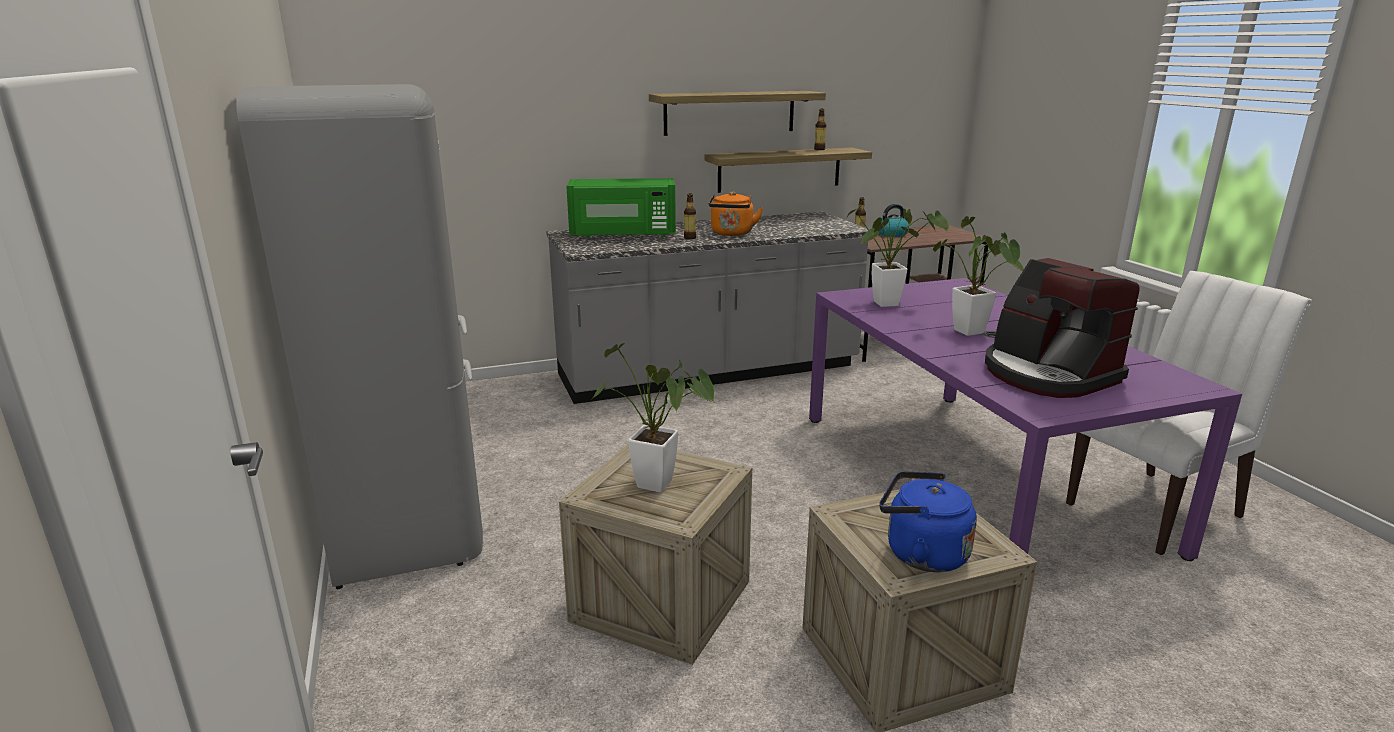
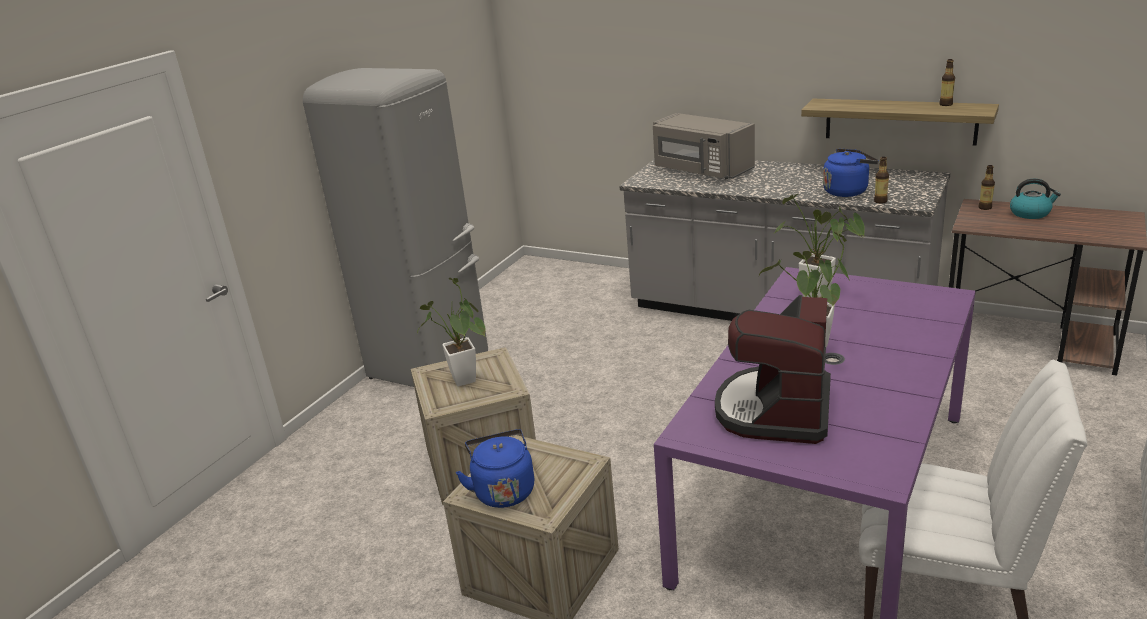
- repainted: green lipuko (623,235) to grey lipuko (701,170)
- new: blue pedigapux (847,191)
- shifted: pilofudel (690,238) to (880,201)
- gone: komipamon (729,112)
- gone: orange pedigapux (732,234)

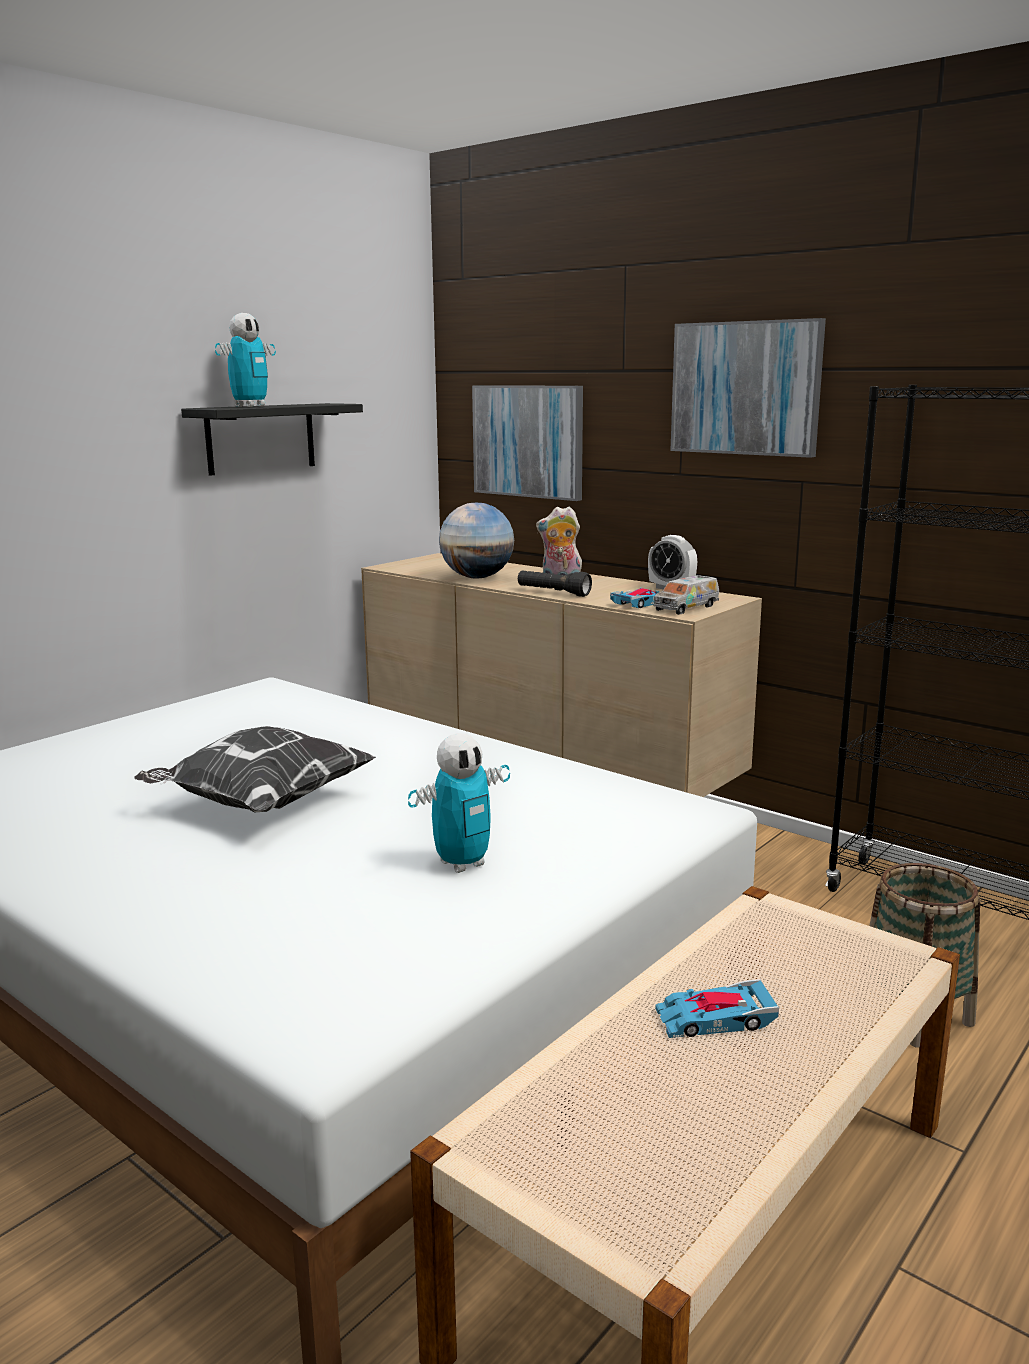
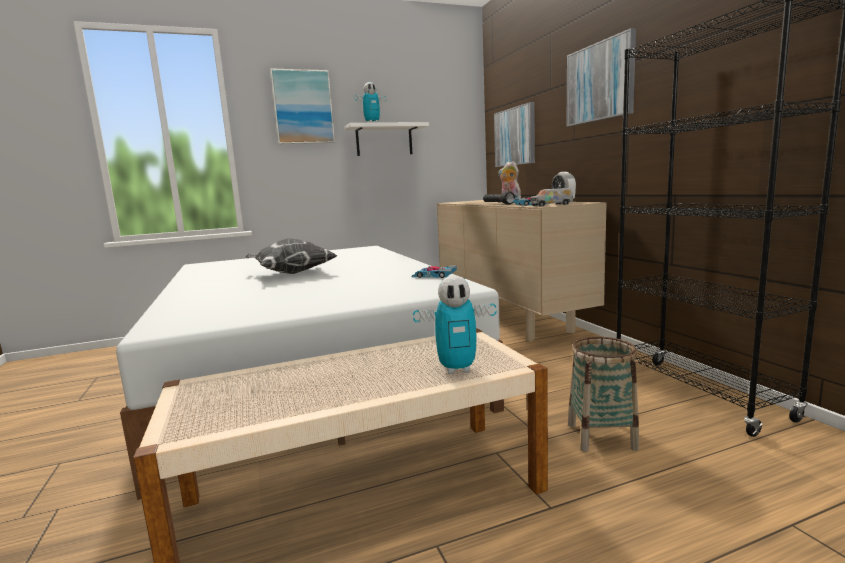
- new: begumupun (303,107)
- repainted: black komipamon (261,438) to white komipamon (384,140)
- shifted: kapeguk (715,1018) to (434,276)
- shifted: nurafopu (462,864) to (457,369)
- gone: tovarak (477,577)

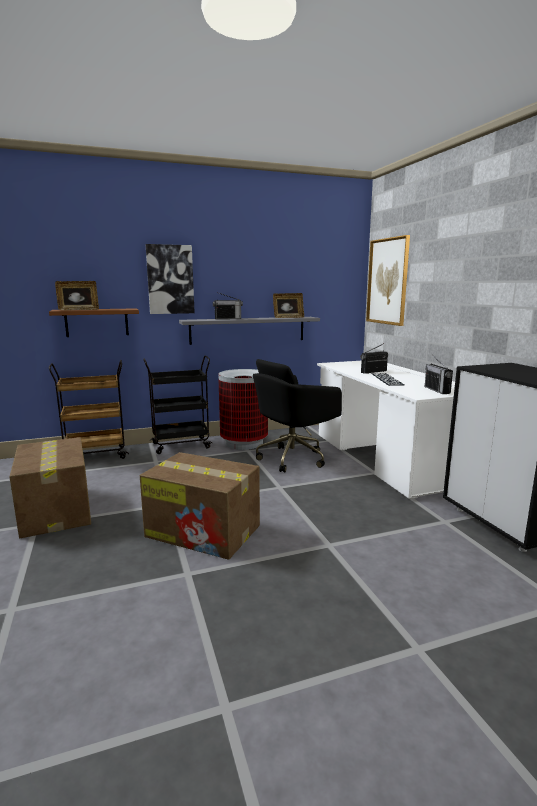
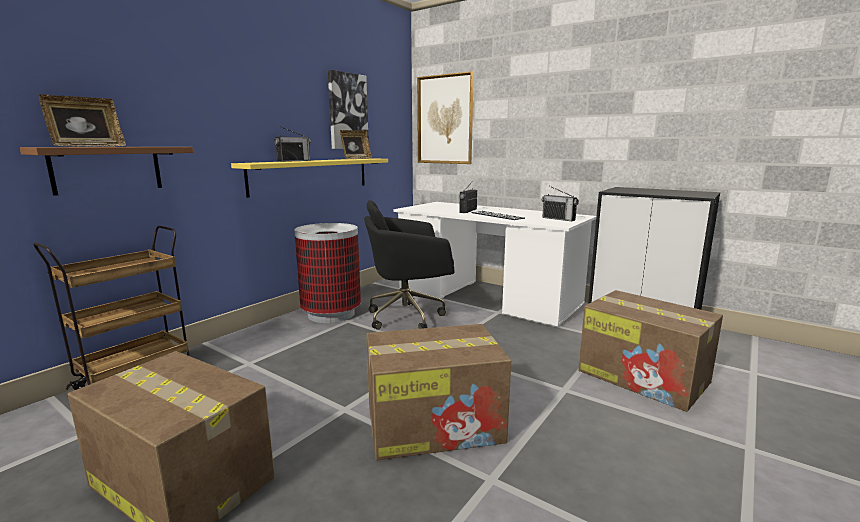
- repainted: grey komipamon (248,330) to yellow komipamon (311,175)
- shifted: begumupun (170,279) to (347,111)
- rotated: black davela (294,458) = (409,317) 60 degrees clockwise
- new: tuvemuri (644,377)
- gone: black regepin (181,445)

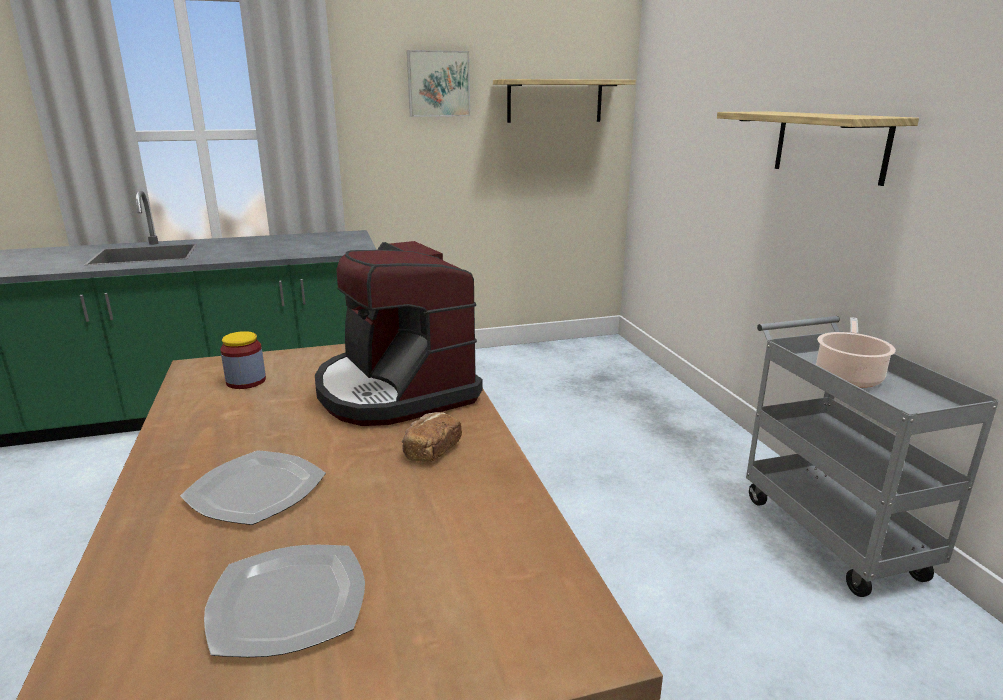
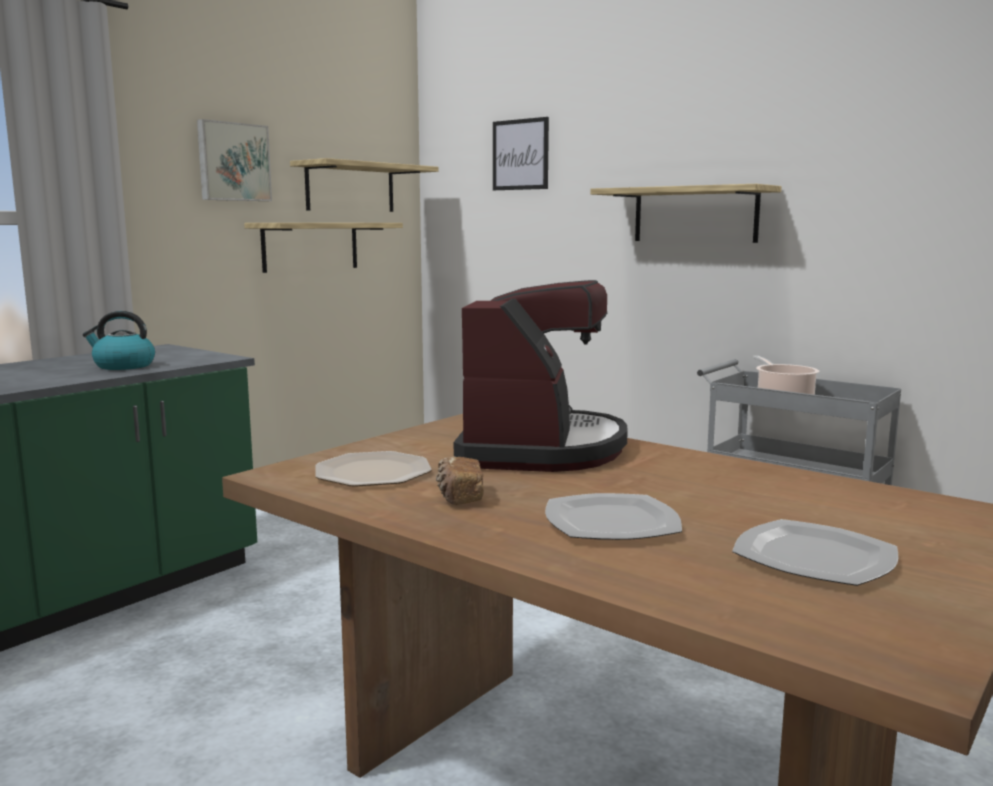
- new: pedigapux (123,366)
- new: komipamon (310,246)
- swapped: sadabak (246,381) to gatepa (372,472)
- shifted: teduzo (431,451) to (459,497)
- rotated: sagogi (395,390) = (540,448) 105 degrees counterclockwise
- new: begumupun (520,154)

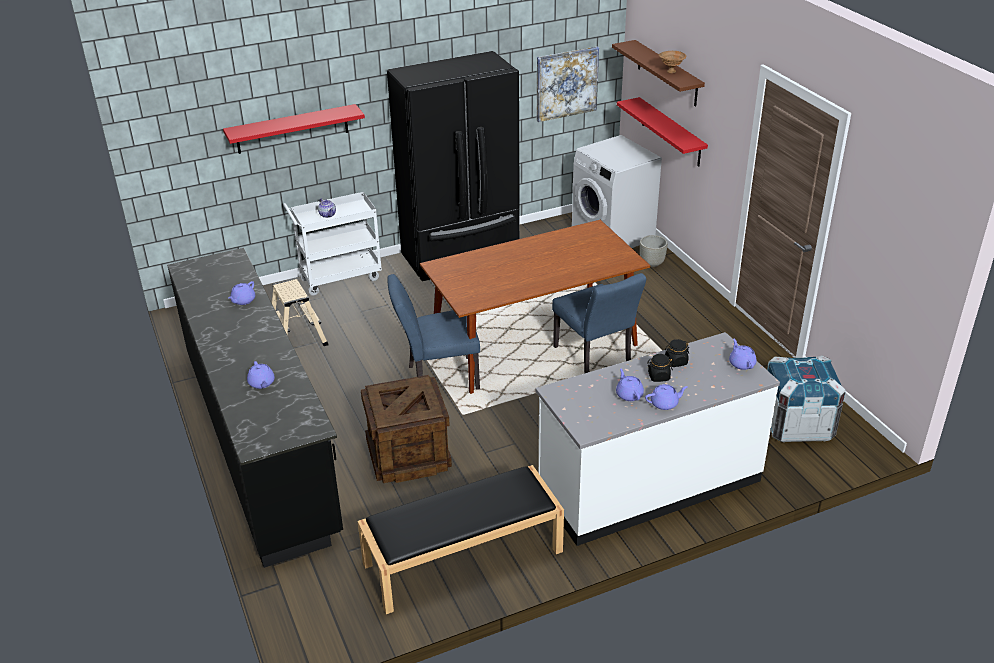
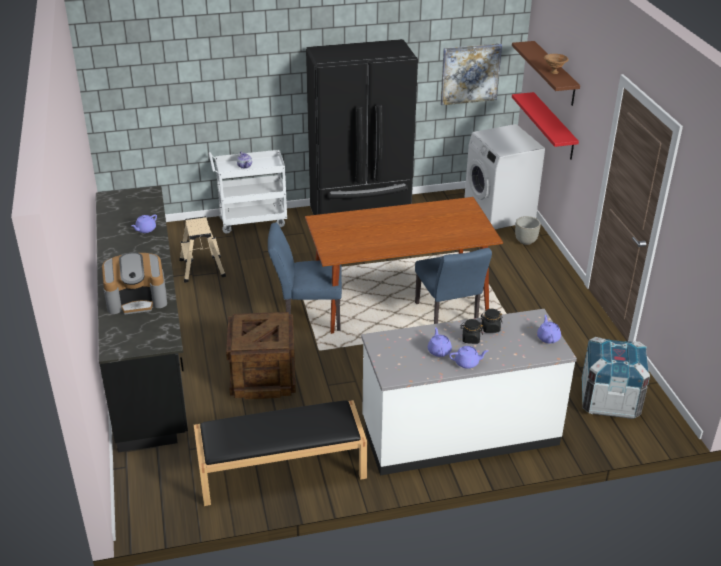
- swapped: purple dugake (261,383) to sagogi (137,299)
- gone: red komipamon (292,129)

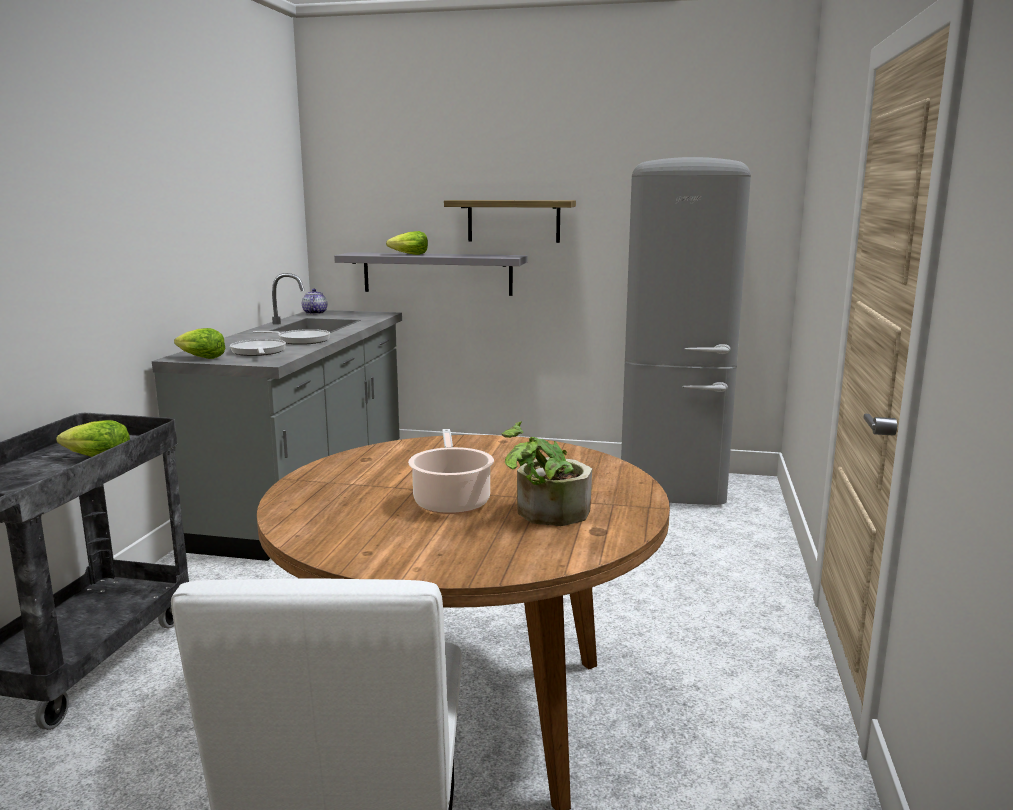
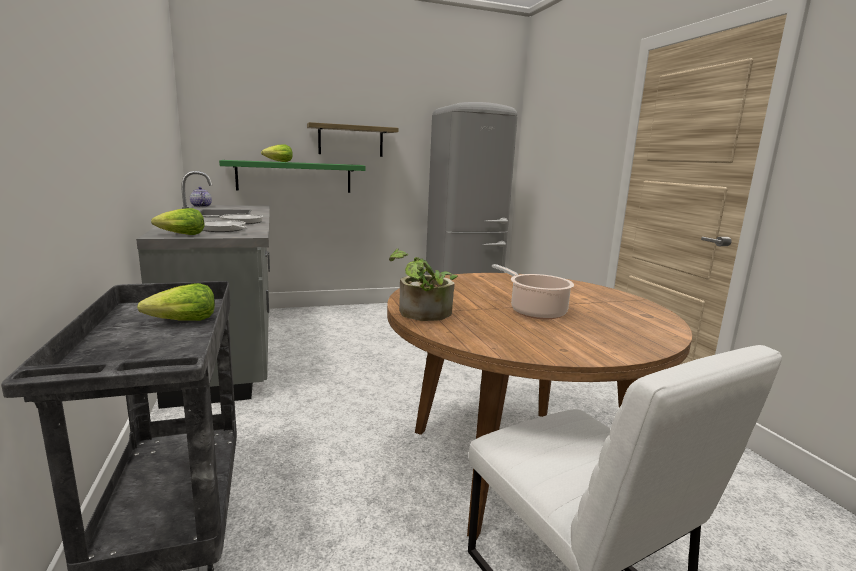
- repainted: grey komipamon (437,273) to green komipamon (294,177)
- shifted: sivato (545,514) to (421,314)

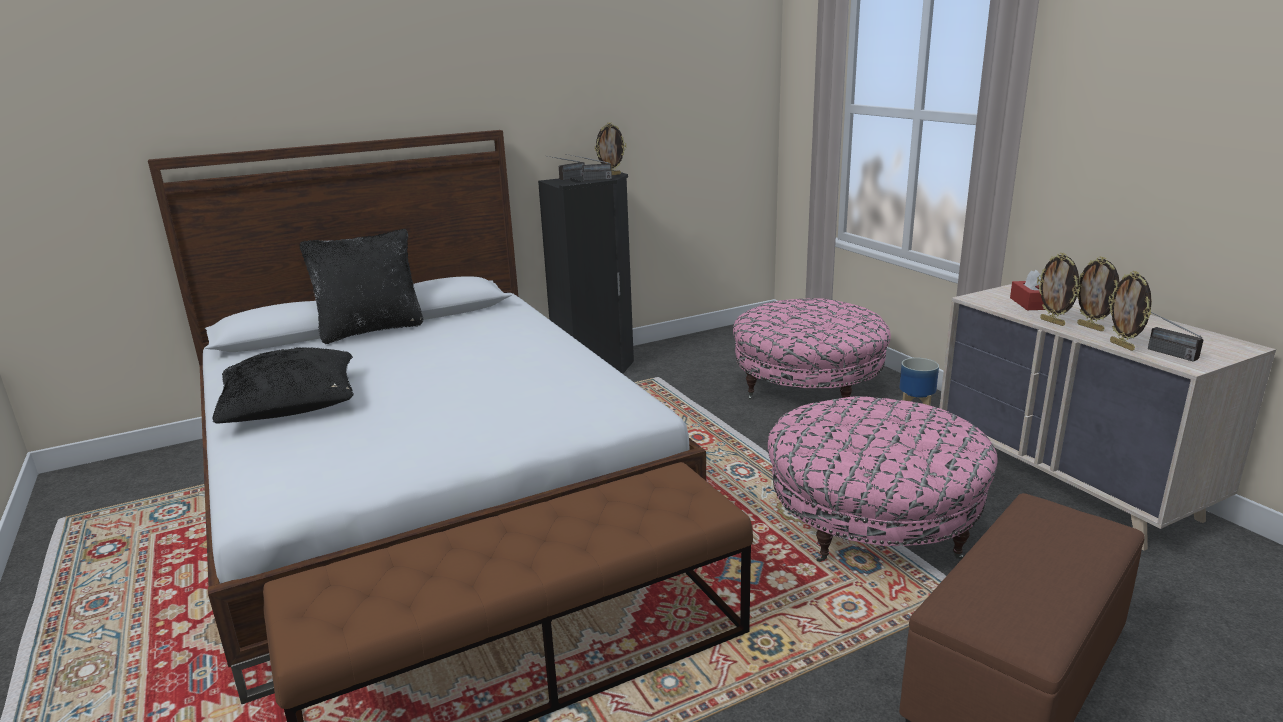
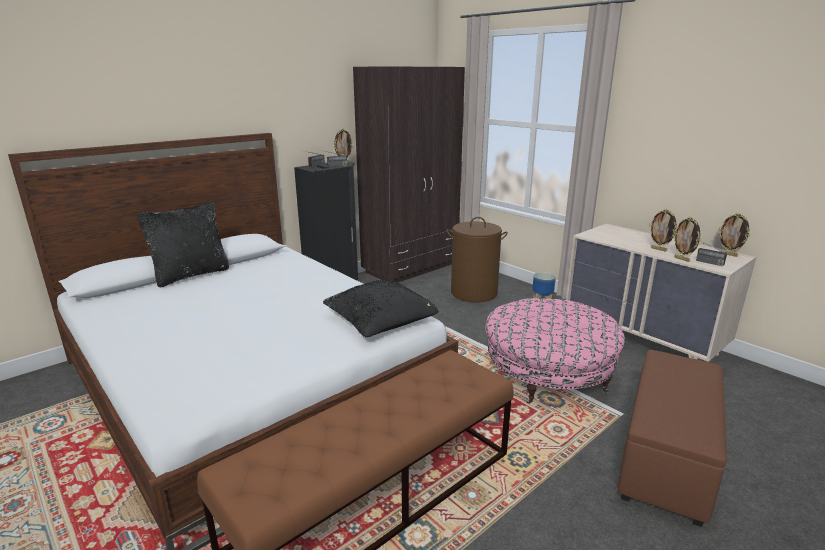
- shifted: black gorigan (291,402) to (381,319)
- new: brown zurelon (411,268)
- swapped: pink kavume (807,386) to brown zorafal (473,293)
- shifted: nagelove (1053,322) to (728,254)
- gone: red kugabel (1029,303)

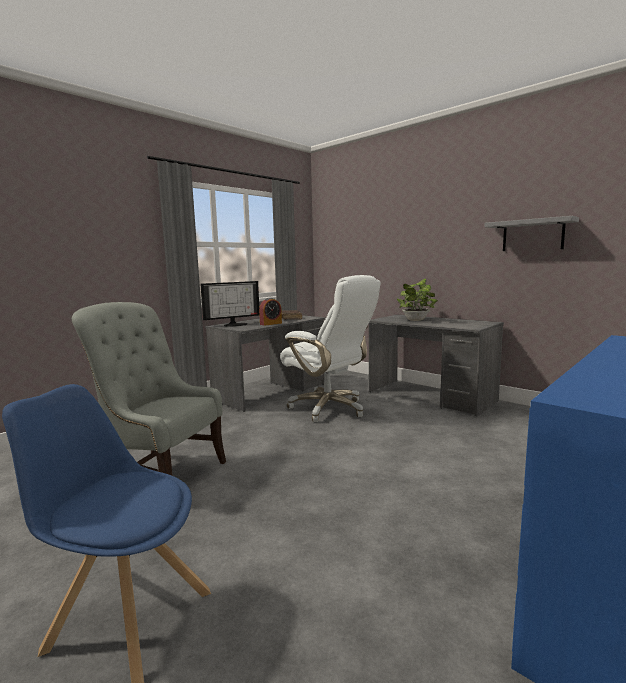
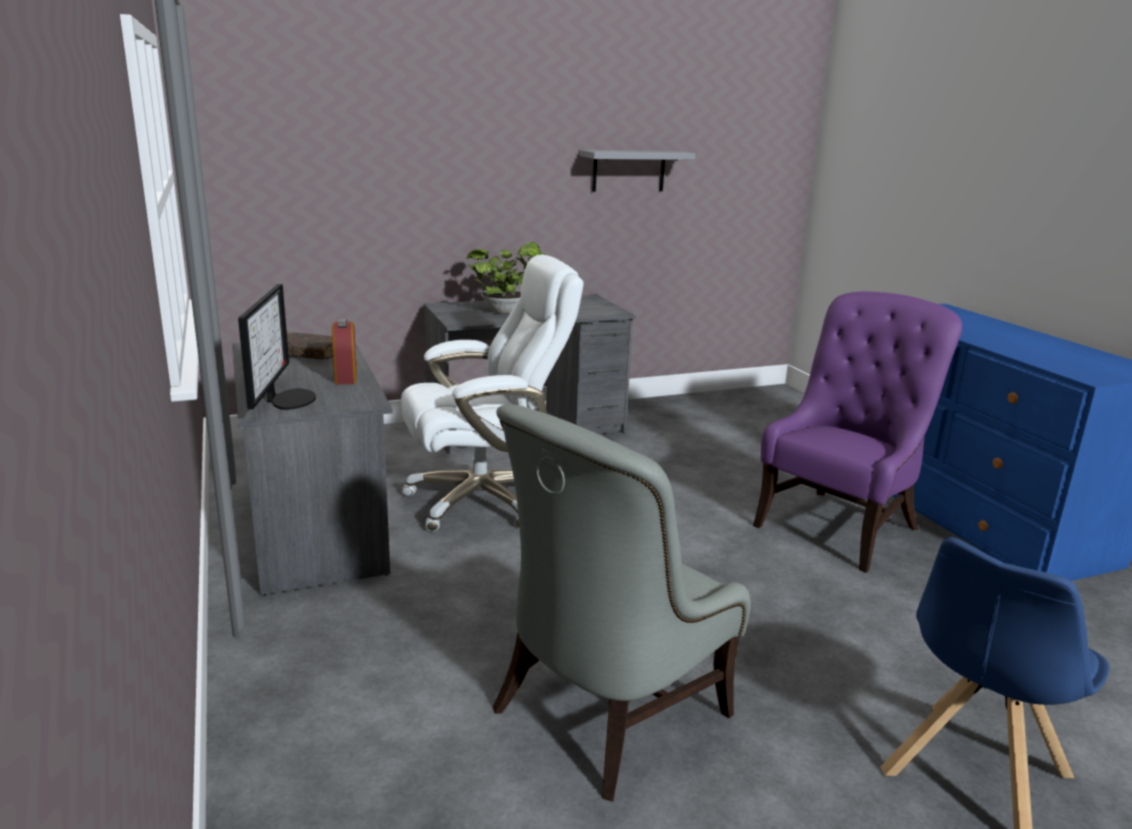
- new: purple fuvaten (839,527)

